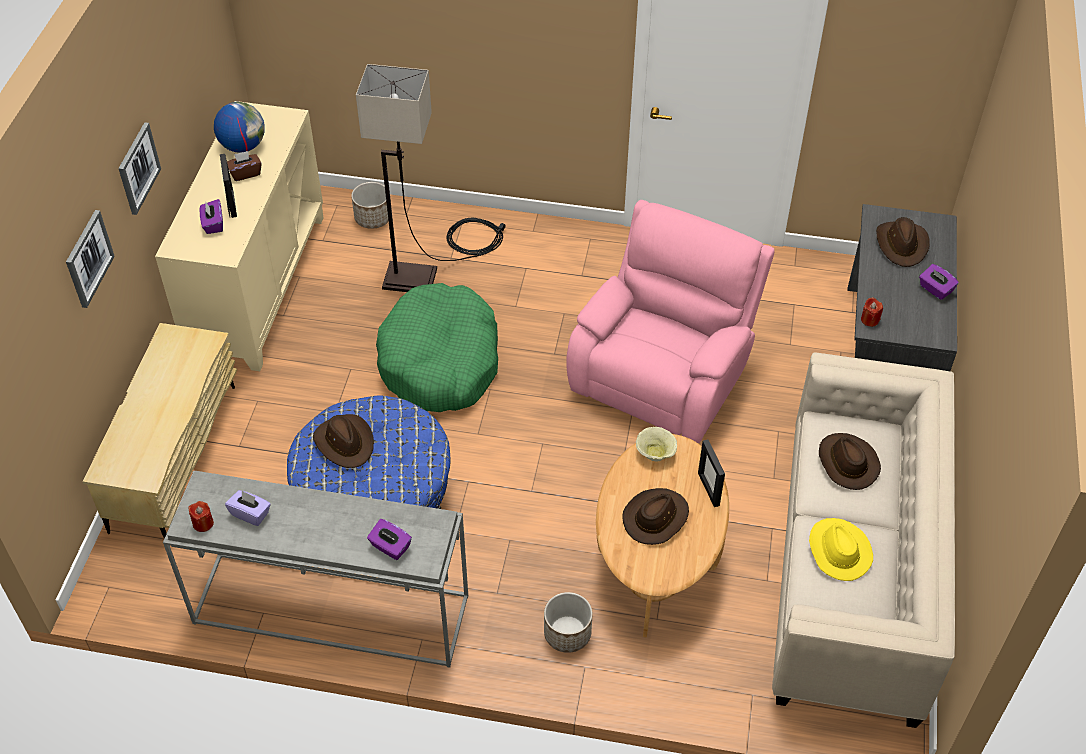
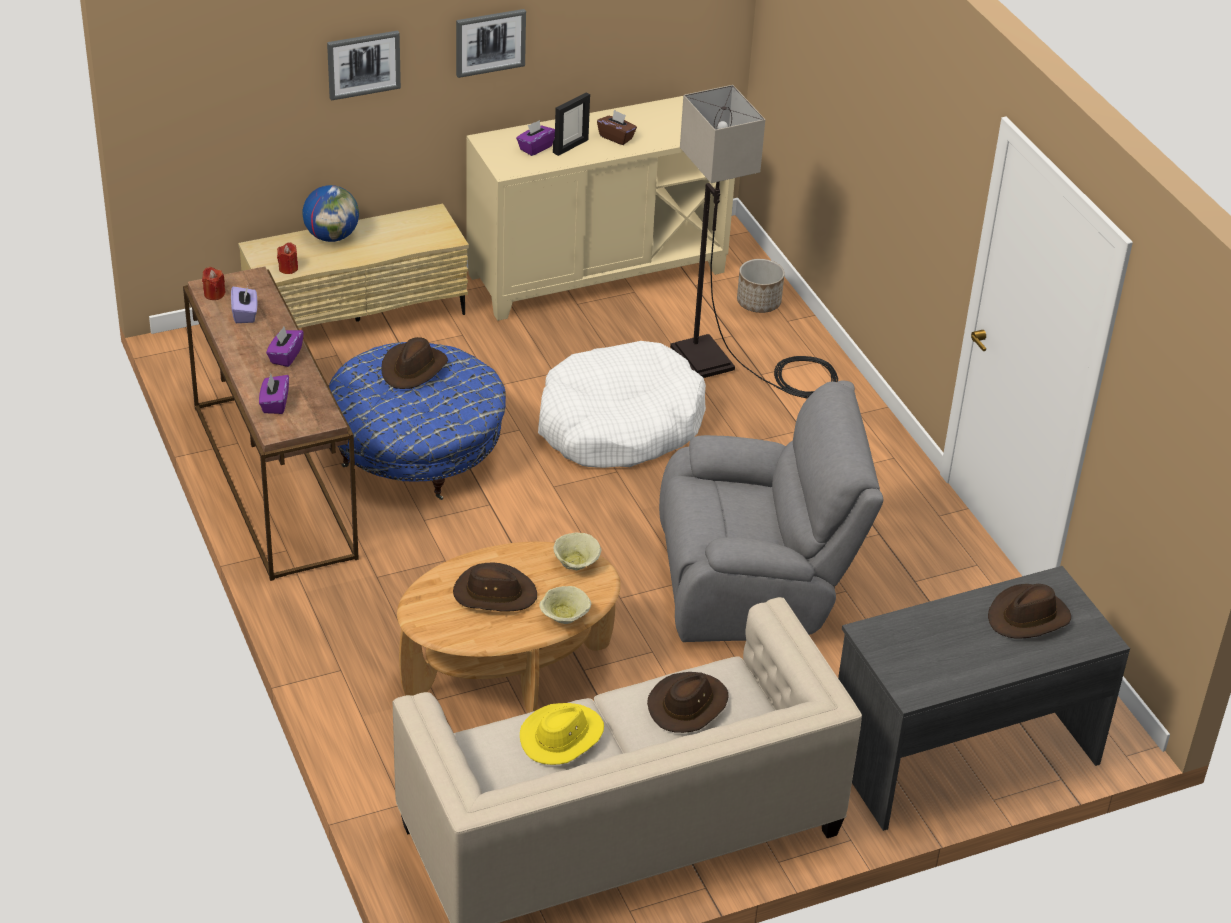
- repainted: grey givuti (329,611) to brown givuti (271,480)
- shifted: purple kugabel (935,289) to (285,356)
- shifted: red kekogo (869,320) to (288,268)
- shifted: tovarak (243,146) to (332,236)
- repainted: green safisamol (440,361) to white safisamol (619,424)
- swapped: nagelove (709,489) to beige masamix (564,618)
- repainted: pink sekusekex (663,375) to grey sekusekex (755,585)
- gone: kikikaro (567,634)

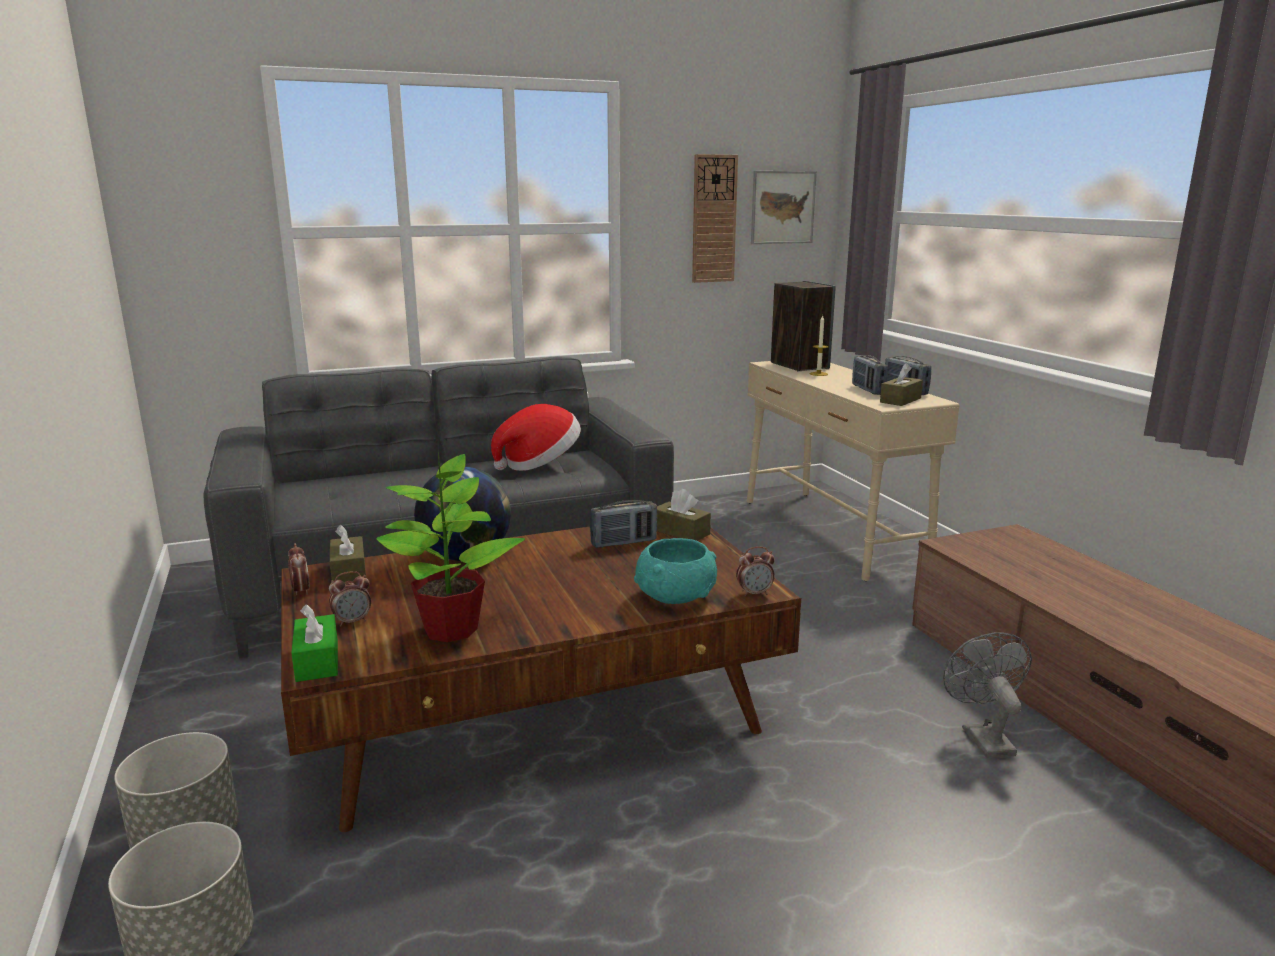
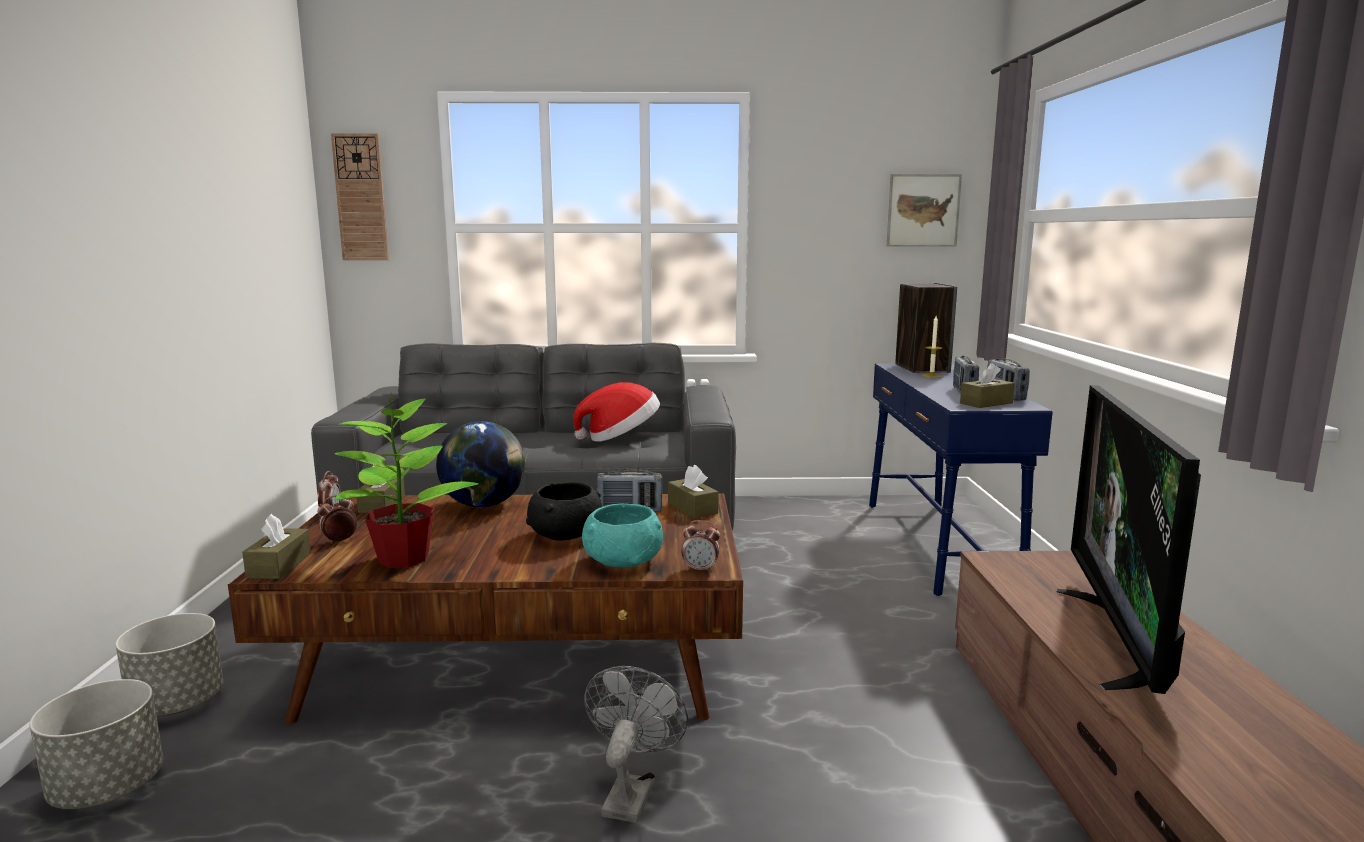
- repainted: green kugabel (317,661) to brown kugabel (279,565)
- rotated: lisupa (352,621) = (339,541) 150 degrees clockwise
- shifted: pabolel (714,219) to (361,198)
- new: black masamix (565,534)
- shifted: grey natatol (982,737) to (631,792)
- repainted: beige givuti (830,533) to blue givuti (936,545)
- new: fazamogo (1120,639)

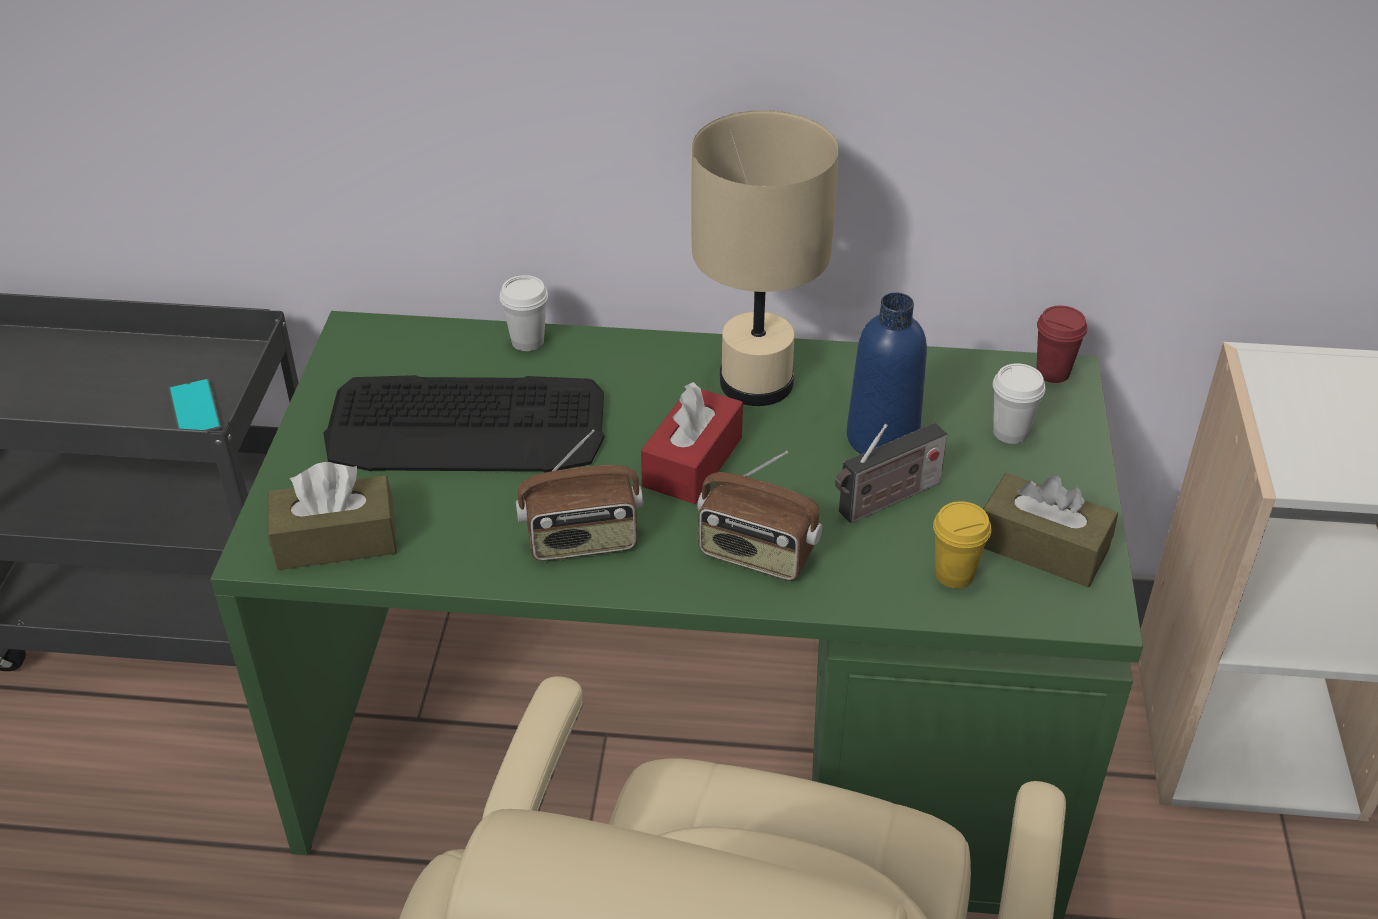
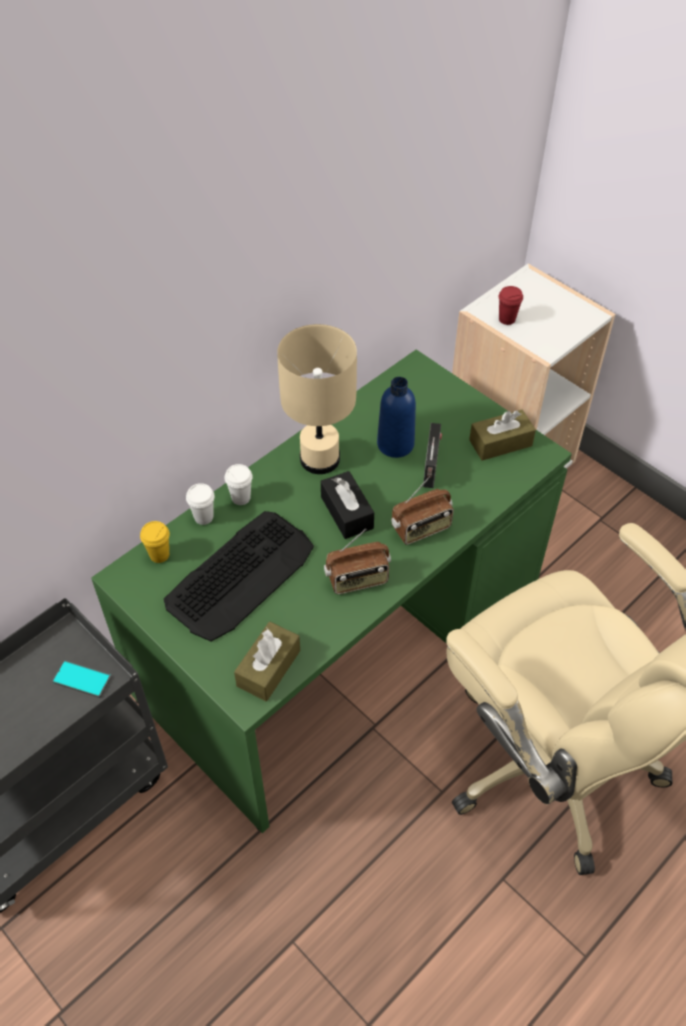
- shifted: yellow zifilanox (954,574) to (159,555)
- shifted: white zifilanox (1010,432) to (241,498)
- repainted: red kugabel (692,462) to black kugabel (347,512)
- rotated: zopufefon (582,541) = (357,580) 45 degrees clockwise
- shifted: red zifilanox (1052,373) to (507,319)

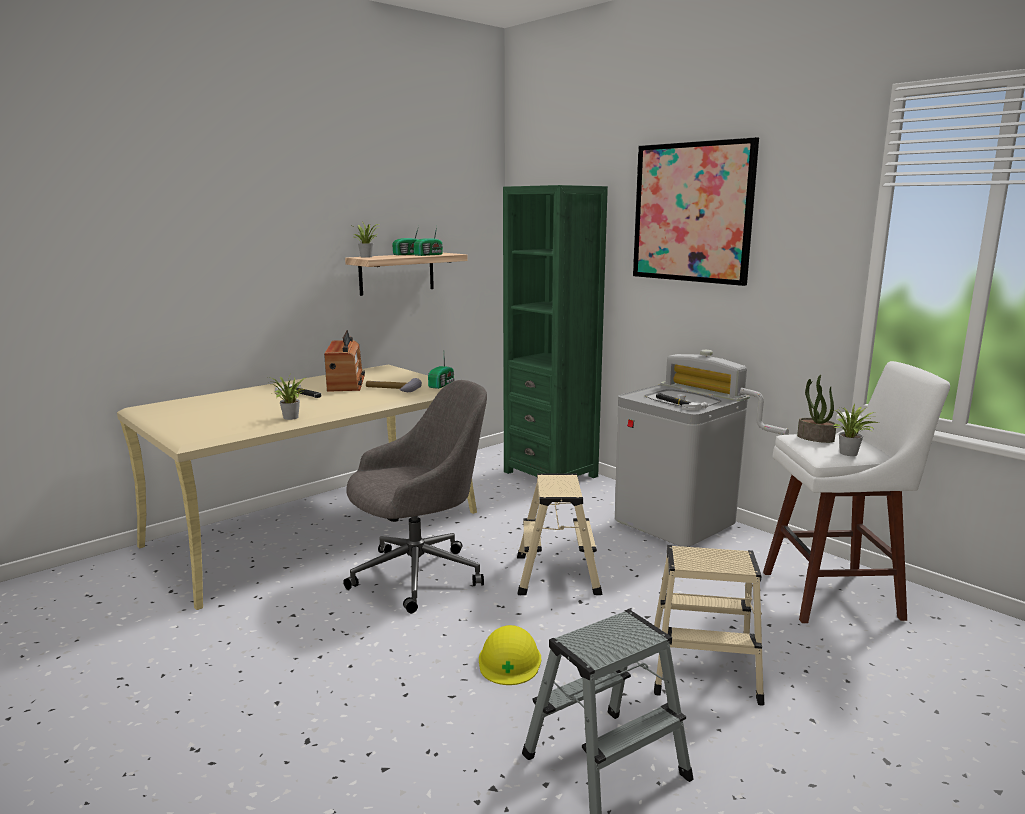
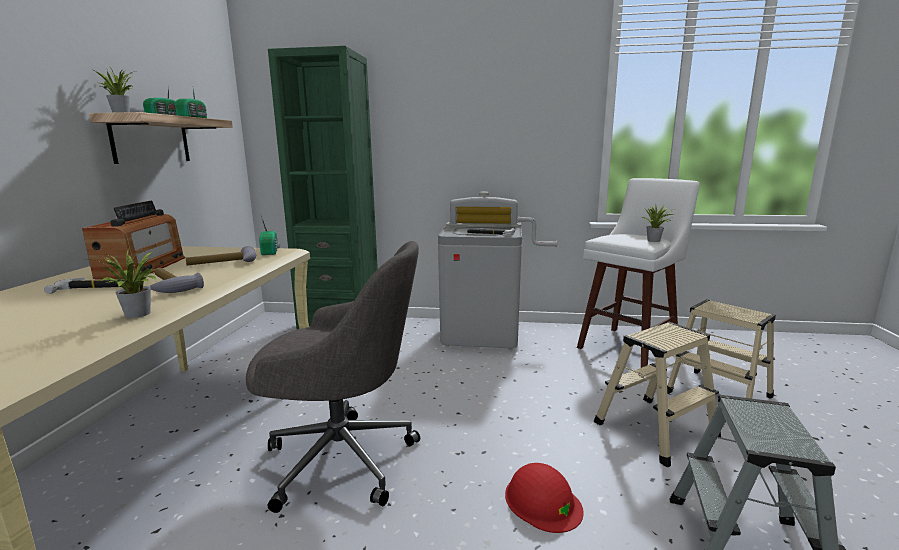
- rotated: zopufefon (346,383) = (143,267) 45 degrees clockwise
- new: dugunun (169,286)
- rotated: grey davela (418,575) = (343,460) 75 degrees clockwise
- repainted: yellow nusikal (509,660) to red nusikal (542,501)
- shifted: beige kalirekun (557,575) to (719,394)
- gone: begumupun (692,212)
- gone: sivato (815,438)

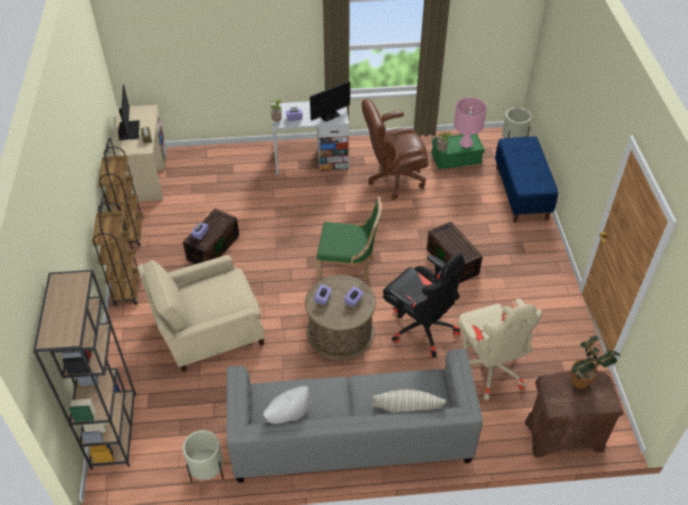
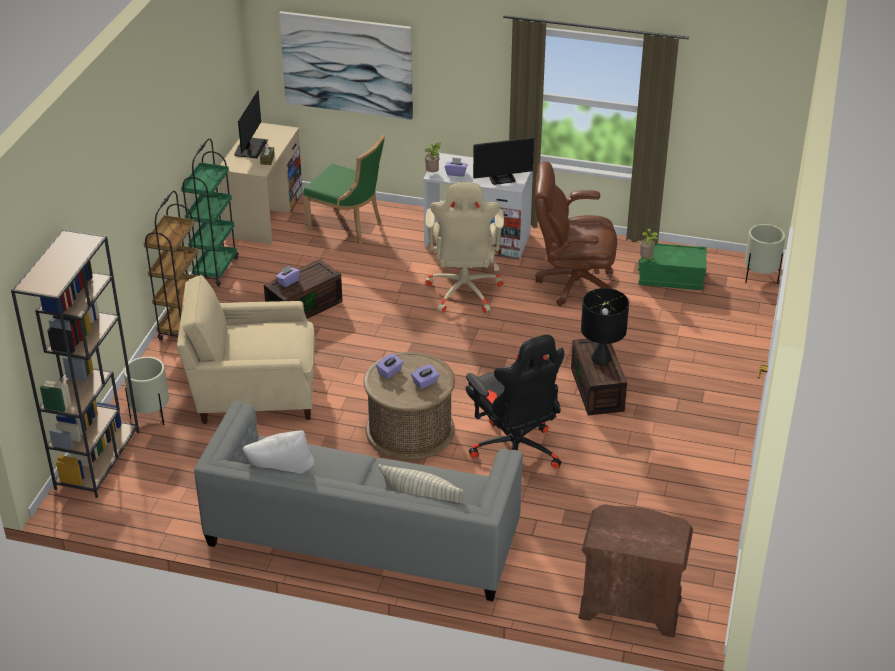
- shifted: beige kikikaro (207,472) to (151,415)
- repainted: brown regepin (130,233) to green regepin (215,271)
- new: begumupun (347,65)
- shifted: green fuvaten (348,269) to (348,226)
- shifted: beige davela (488,364) to (464,288)
- new: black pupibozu (601,360)
- gone: pink pupibozu (466,144)
- gone: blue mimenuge (521,193)
- gone: sivato (584,381)

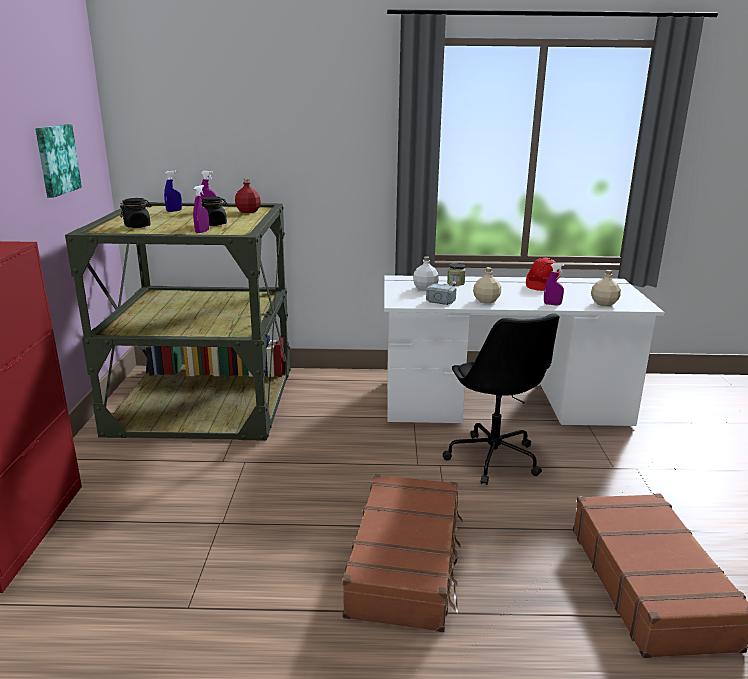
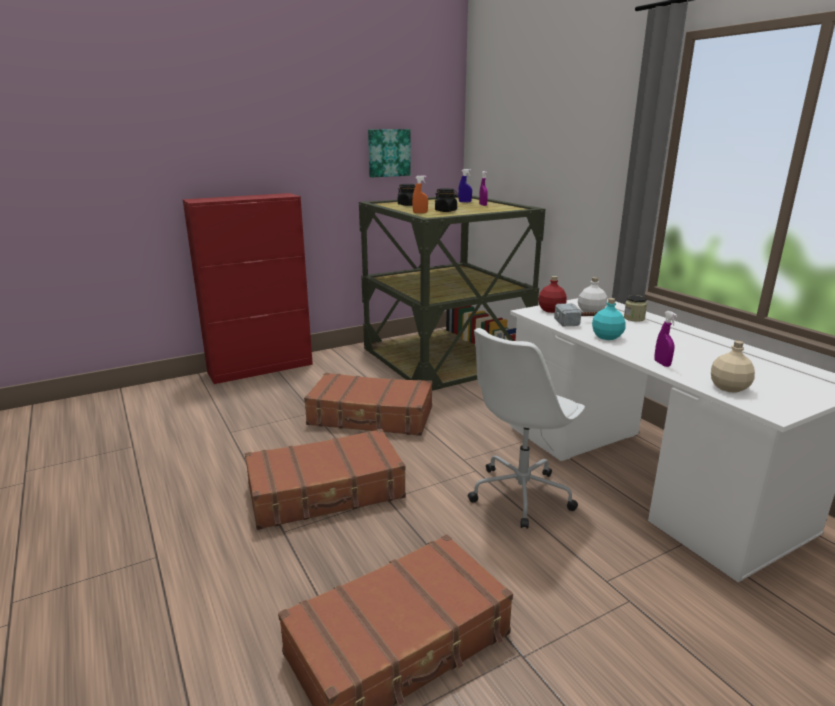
- new: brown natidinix (371,417)
- repainted: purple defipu (202,232) to orange defipu (420,213)
- repainted: black davela (494,460) to white davela (519,496)
- shifted: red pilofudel (248,211) to (551,310)
- repainted: beige pilofudel (486,301) to turquoise pilofudel (607,337)
- gone: red nusikal (541,285)

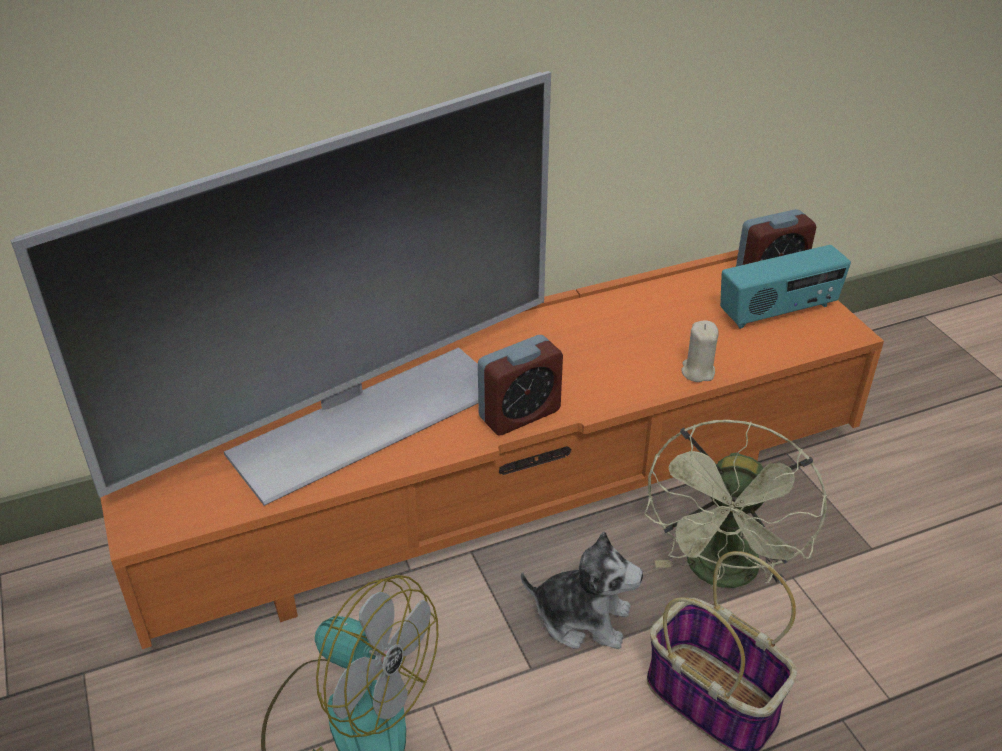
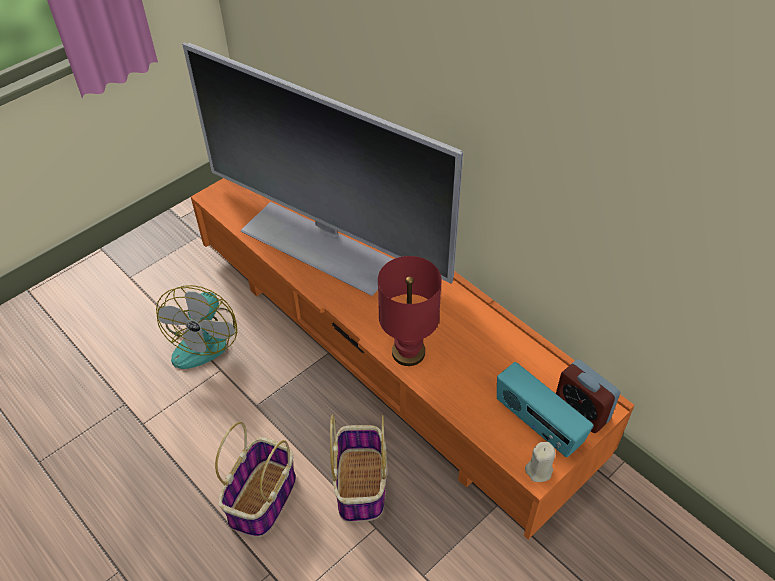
- swapped: green natatol (723,575) to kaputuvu (361,486)
- new: red pupibozu (409,352)
- shifted: beige kekogo (697,371) to (539,470)
- gone: lisupa (519,414)
- gone: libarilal (582,618)

